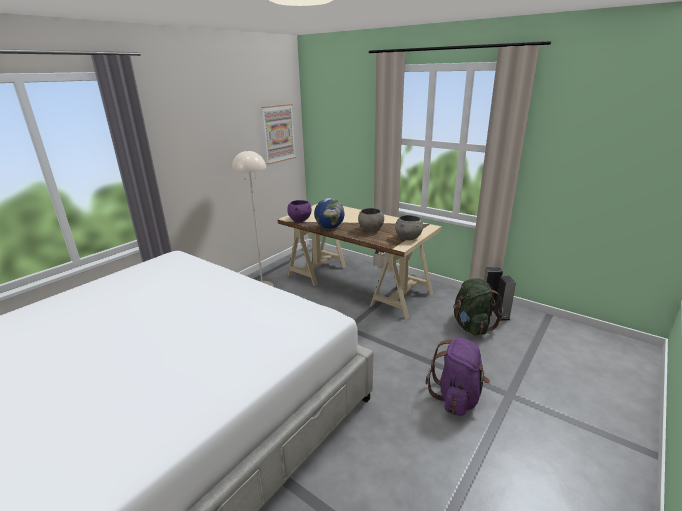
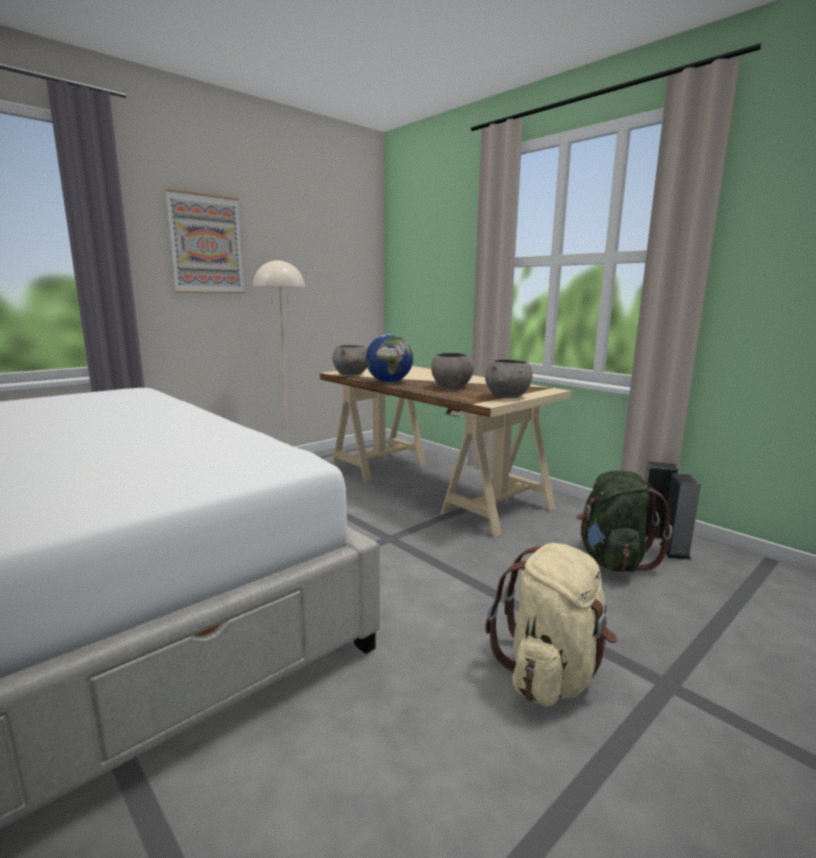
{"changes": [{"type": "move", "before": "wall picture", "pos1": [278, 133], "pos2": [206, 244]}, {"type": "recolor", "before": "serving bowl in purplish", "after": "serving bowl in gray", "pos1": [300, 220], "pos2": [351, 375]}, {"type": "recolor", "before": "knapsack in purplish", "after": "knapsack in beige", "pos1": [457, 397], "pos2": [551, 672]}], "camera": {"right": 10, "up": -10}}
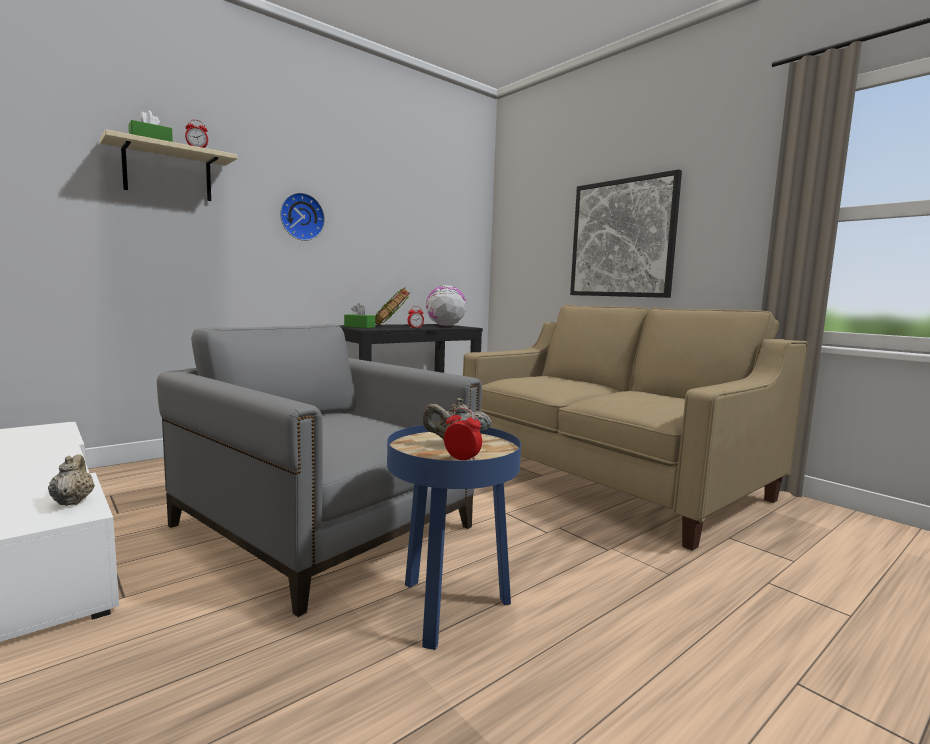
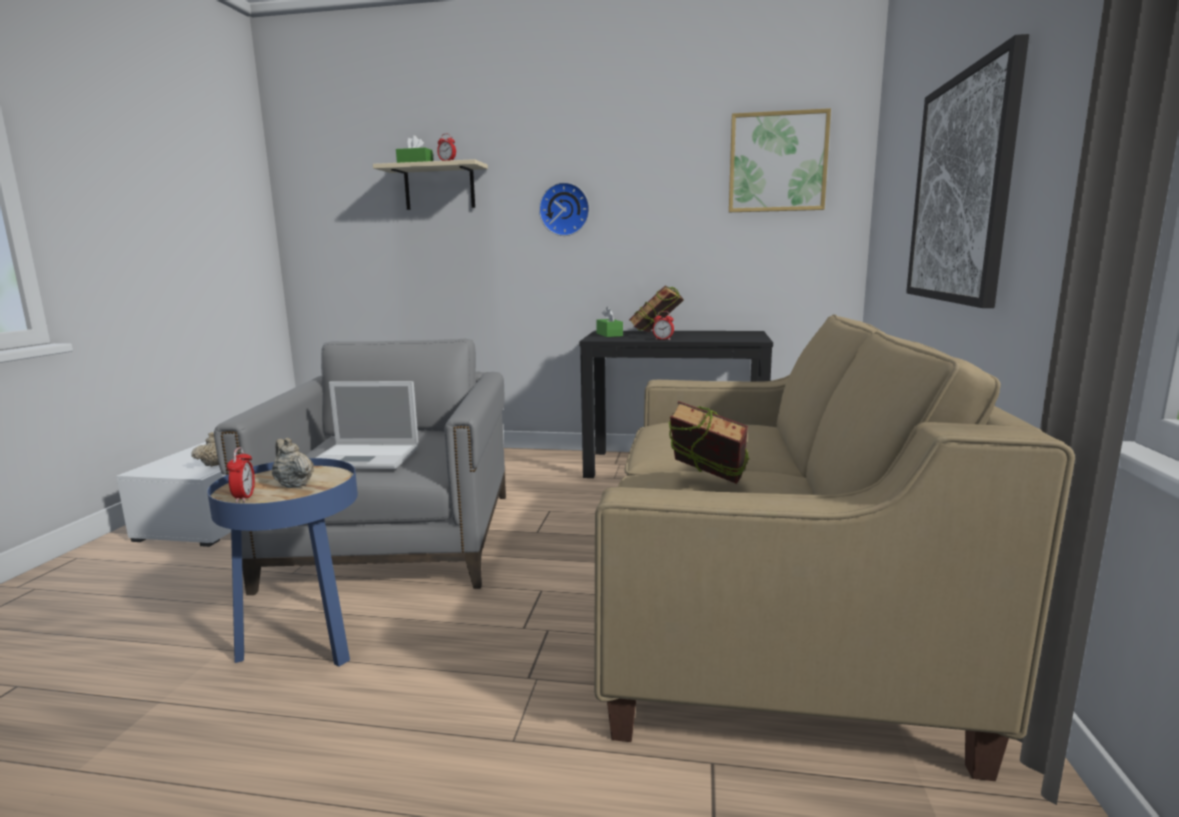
{"changes": [{"type": "delete", "before": "globe", "pos1": [445, 326]}, {"type": "insert", "after": "portable computer", "pos2": [367, 457]}, {"type": "insert", "after": "bound book", "pos2": [707, 489]}, {"type": "insert", "after": "wall picture", "pos2": [777, 162]}], "camera": {"right": 50, "up": 5}}
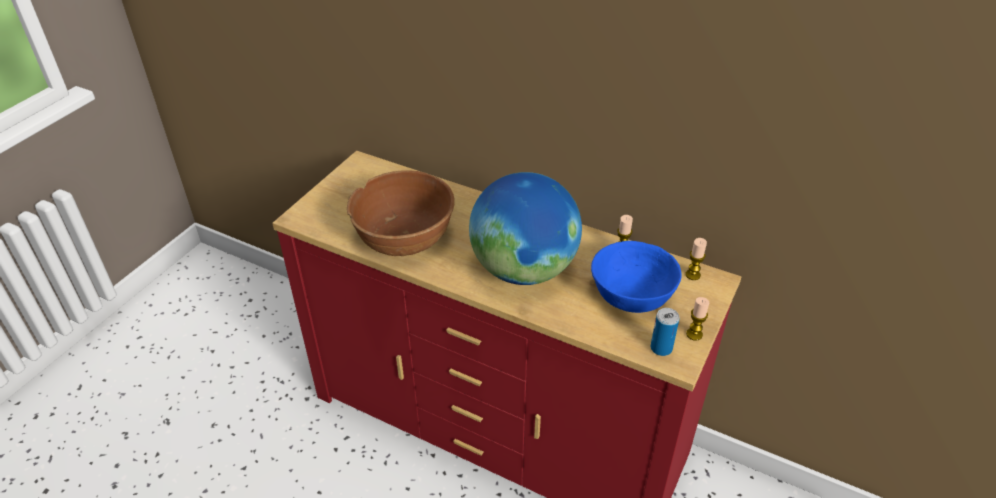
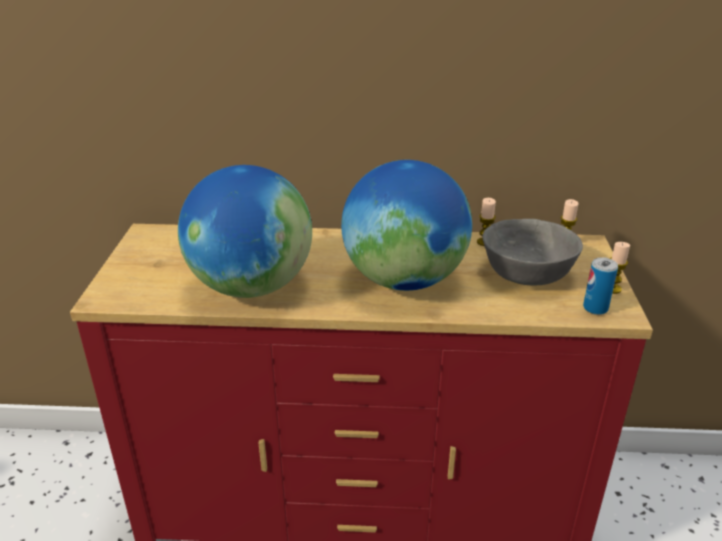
{"changes": [{"type": "replace", "before": "serving bowl in brownish", "after": "globe", "pos1": [404, 239], "pos2": [251, 286]}, {"type": "recolor", "before": "serving bowl in bluish", "after": "serving bowl in gray", "pos1": [631, 294], "pos2": [526, 273]}], "camera": {"right": -25, "up": -10}}
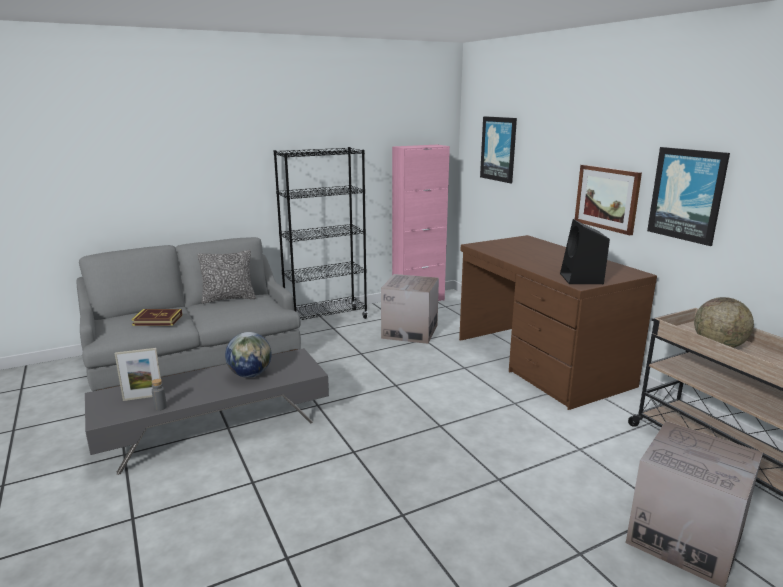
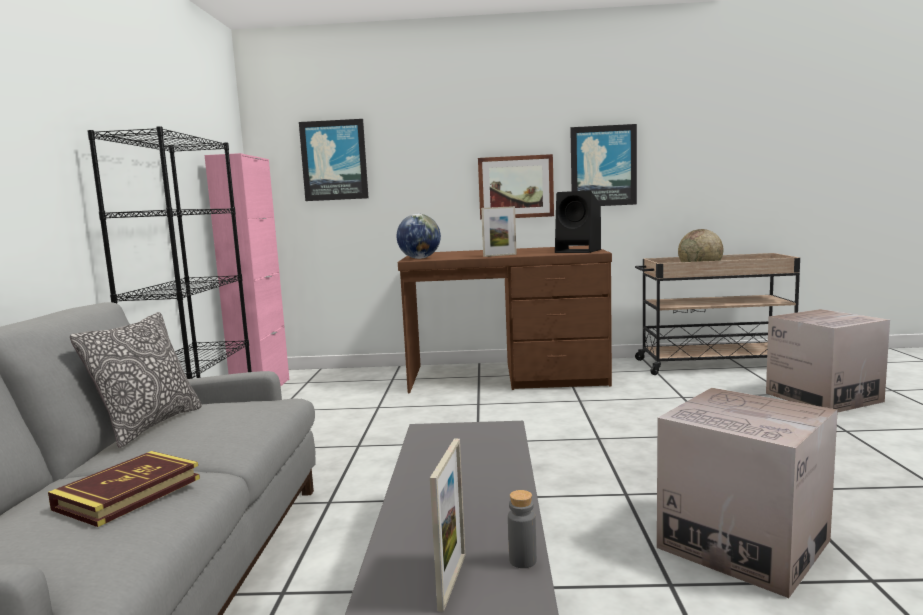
{"changes": [{"type": "insert", "after": "standing frame", "pos2": [500, 255]}, {"type": "move", "before": "globe", "pos1": [250, 374], "pos2": [419, 258]}, {"type": "move", "before": "carton", "pos1": [410, 331], "pos2": [743, 544]}], "camera": {"right": -60, "up": -10}}
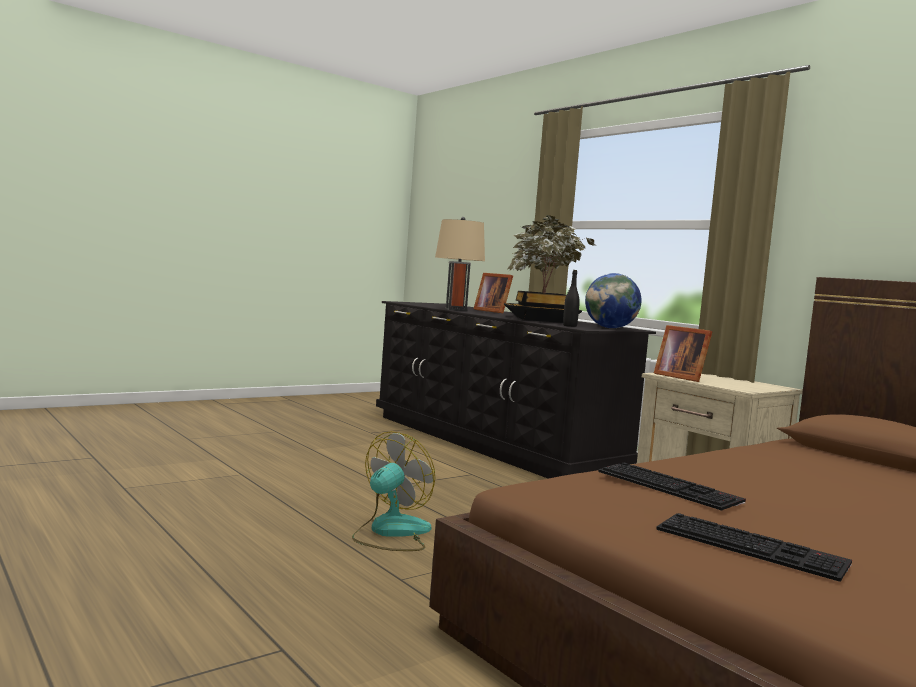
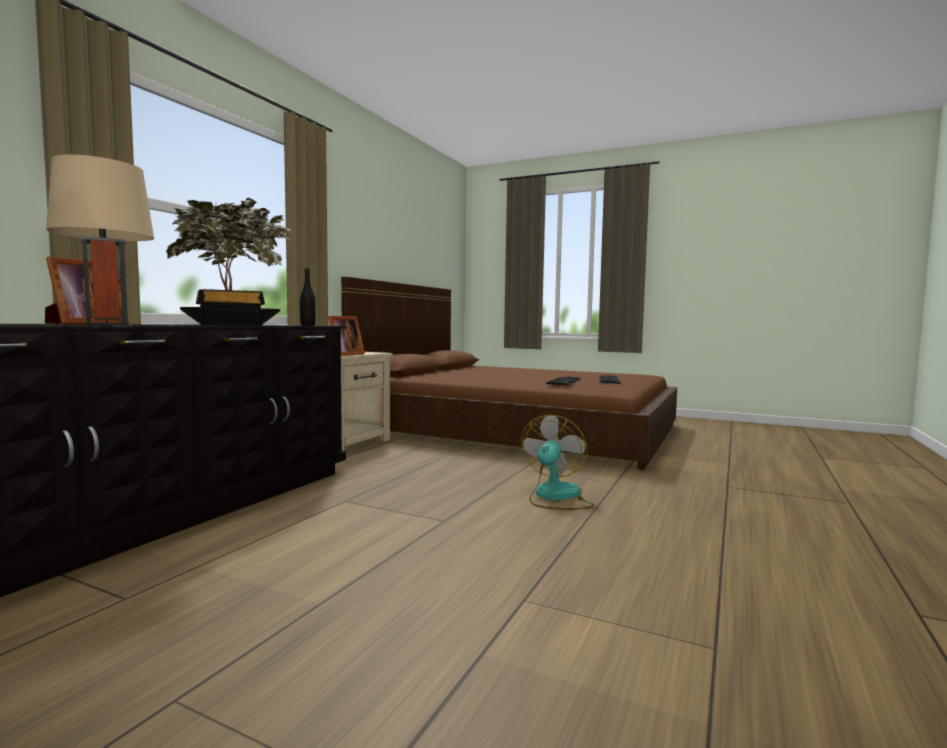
{"changes": [{"type": "delete", "before": "globe", "pos1": [610, 328]}, {"type": "rotate", "before": "fan", "pos1": [391, 533], "pos2": [555, 497], "turn": 105}], "camera": {"right": -115, "up": 0}}
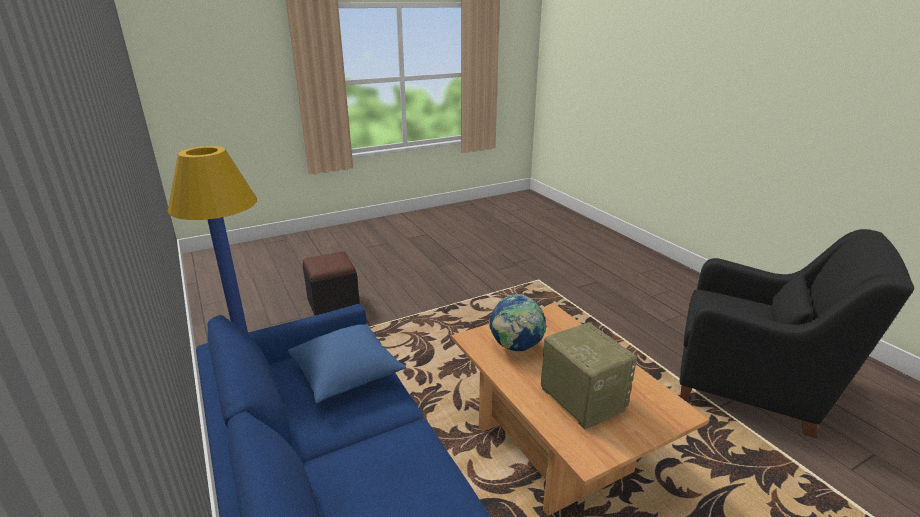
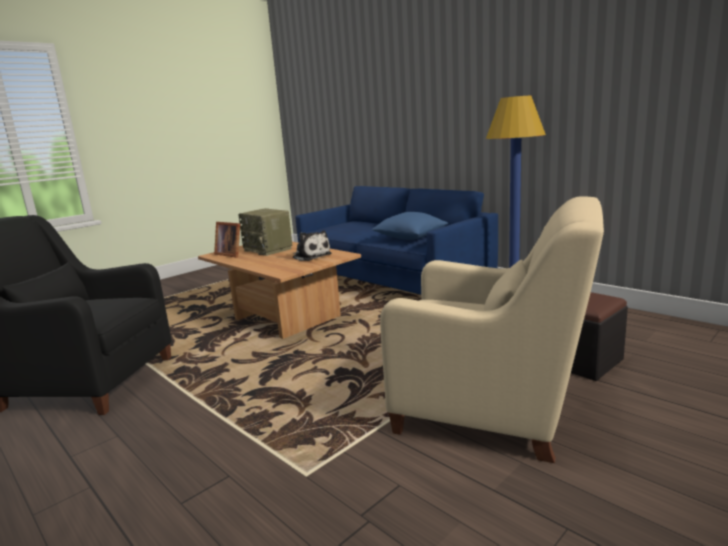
{"changes": [{"type": "insert", "after": "standing frame", "pos2": [230, 254]}, {"type": "insert", "after": "easy chair in beige", "pos2": [491, 408]}, {"type": "replace", "before": "globe", "after": "soft toy", "pos1": [515, 348], "pos2": [310, 256]}], "camera": {"right": 165, "up": -10}}
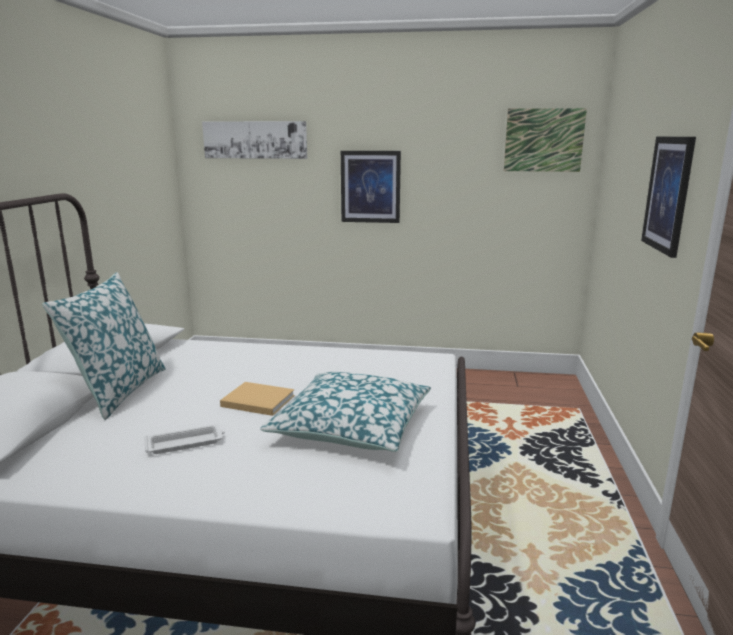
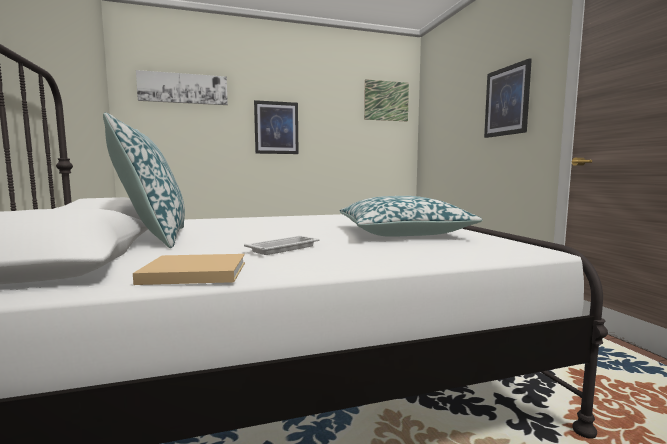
{"changes": [{"type": "move", "before": "bound book in beige", "pos1": [256, 400], "pos2": [191, 273]}], "camera": {"right": -25, "up": -10}}
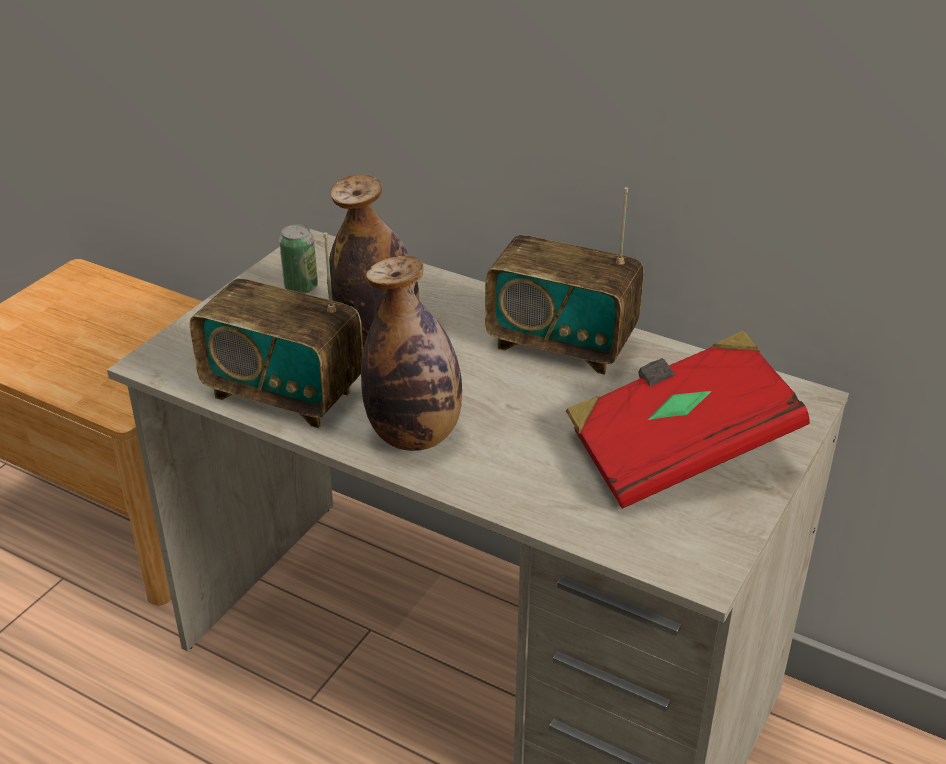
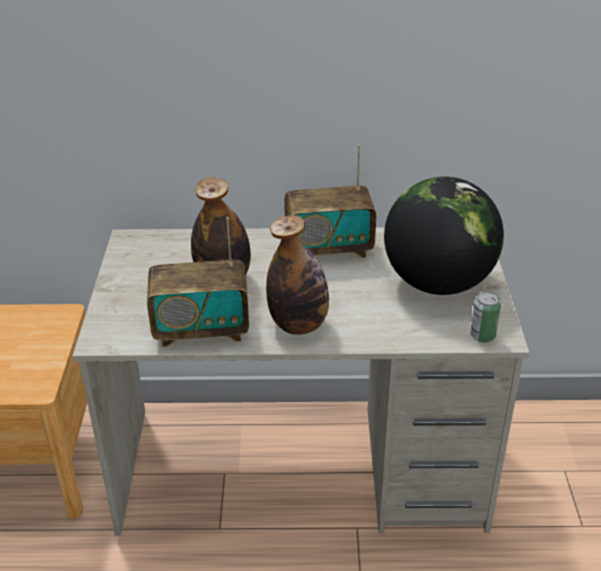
{"changes": [{"type": "move", "before": "sealed can", "pos1": [301, 287], "pos2": [482, 336]}, {"type": "replace", "before": "bound book in red", "after": "globe", "pos1": [678, 451], "pos2": [438, 283]}], "camera": {"right": -30, "up": 0}}
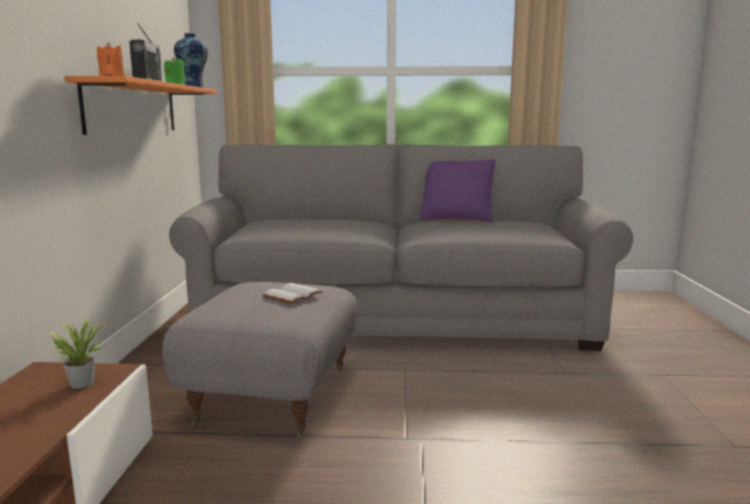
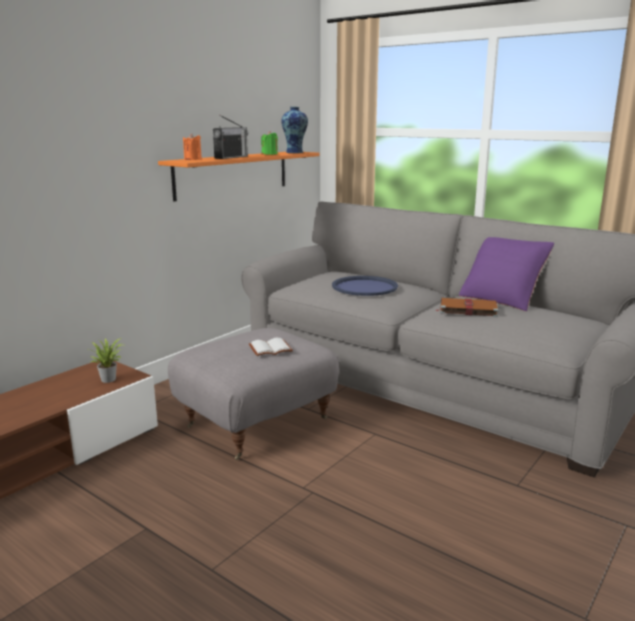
{"changes": [{"type": "insert", "after": "tray in bluish", "pos2": [364, 287]}, {"type": "insert", "after": "bound book in brownish", "pos2": [467, 309]}], "camera": {"right": 35, "up": 5}}
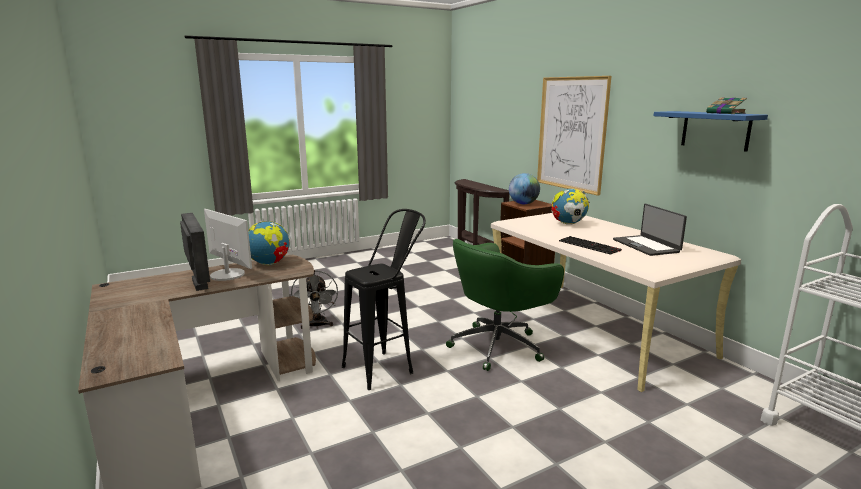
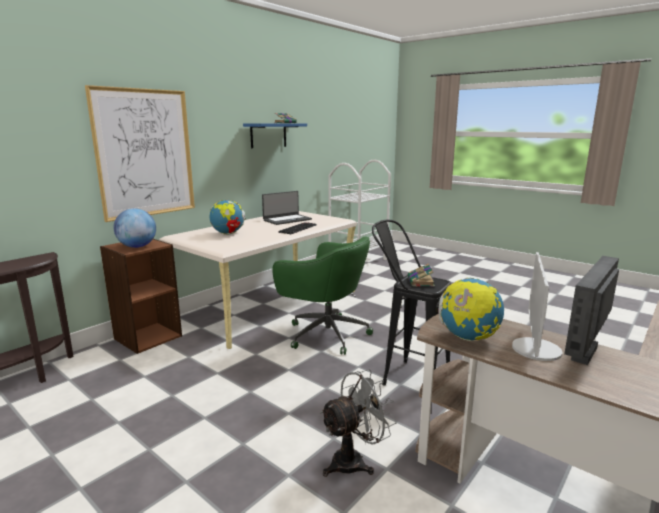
{"changes": [{"type": "insert", "after": "bound book", "pos2": [421, 282]}], "camera": {"right": -110, "up": 0}}
